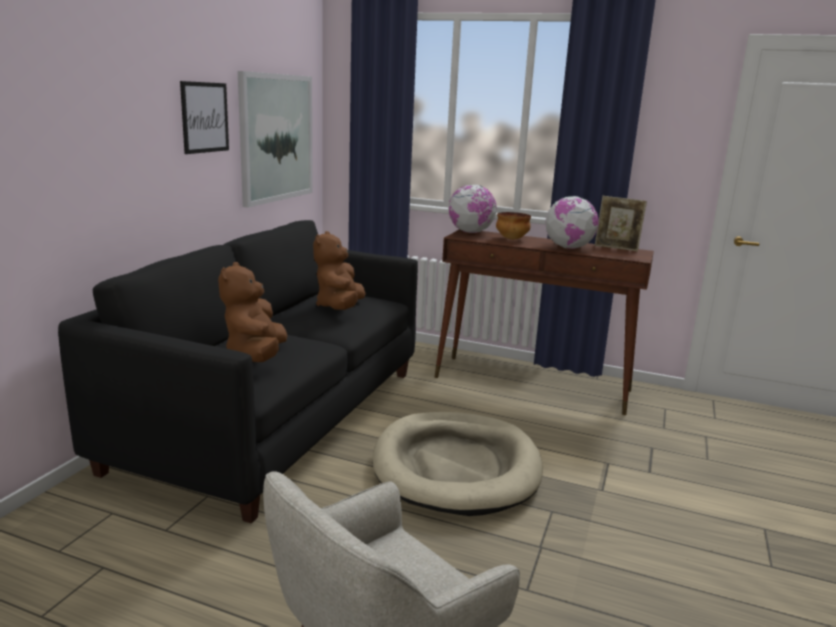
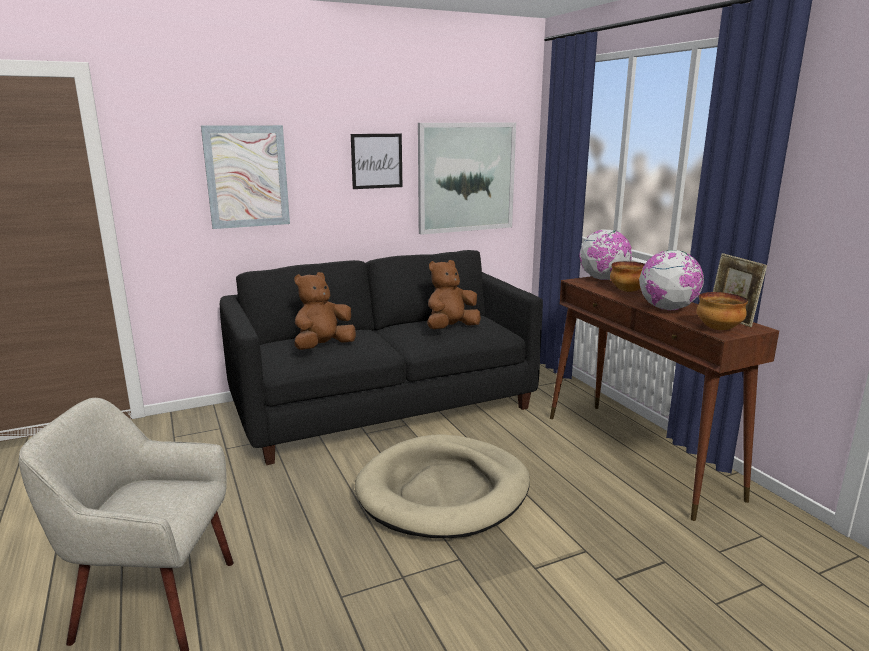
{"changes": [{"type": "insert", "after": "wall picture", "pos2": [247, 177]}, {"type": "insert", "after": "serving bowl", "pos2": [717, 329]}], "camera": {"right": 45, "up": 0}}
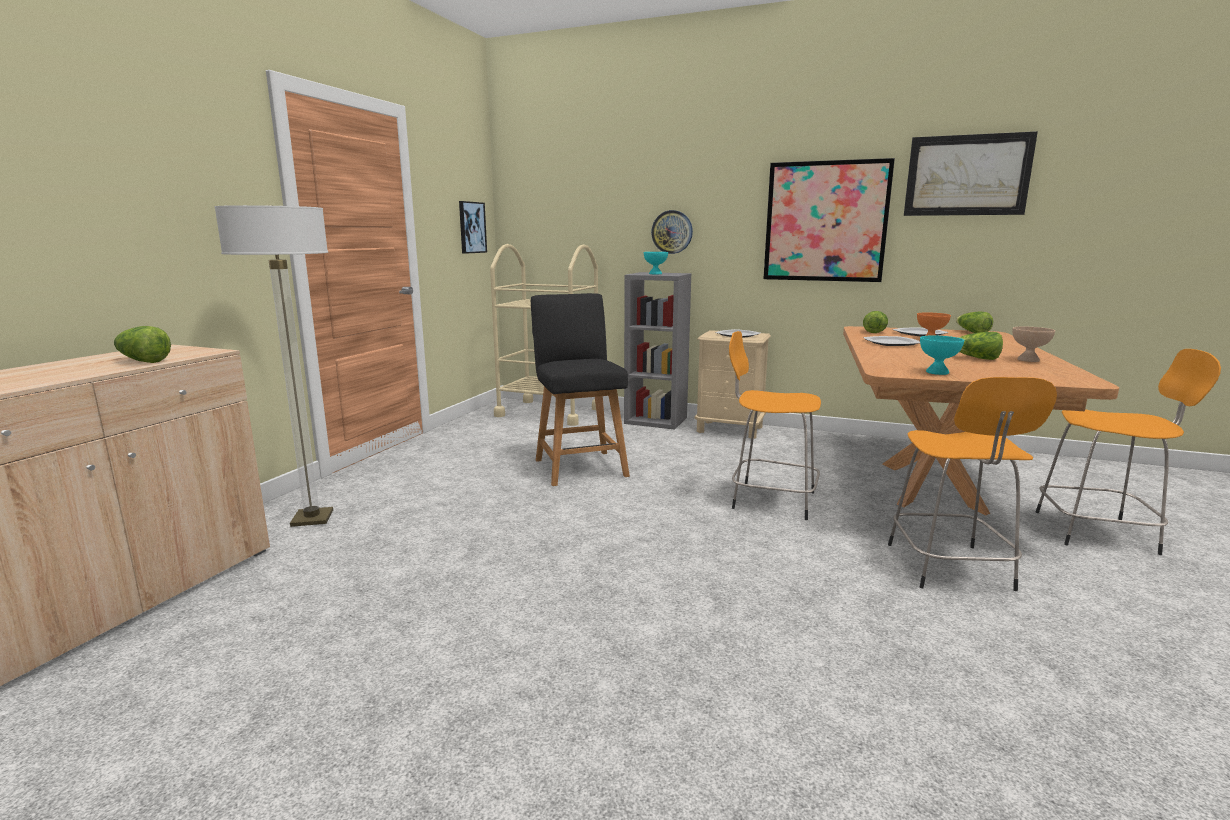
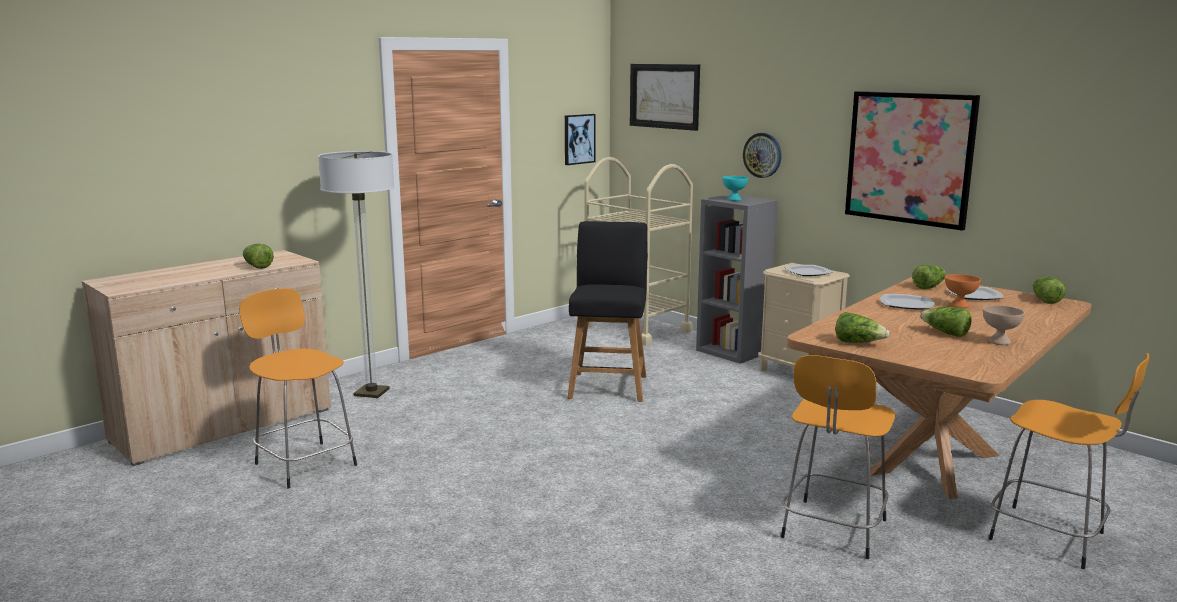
{"changes": [{"type": "move", "before": "stool seat in orangey", "pos1": [770, 499], "pos2": [304, 463]}, {"type": "move", "before": "wall picture", "pos1": [967, 175], "pos2": [664, 96]}, {"type": "replace", "before": "serving bowl in blue-green", "after": "head of lettuce", "pos1": [936, 372], "pos2": [858, 343]}], "camera": {"right": 25, "up": 0}}
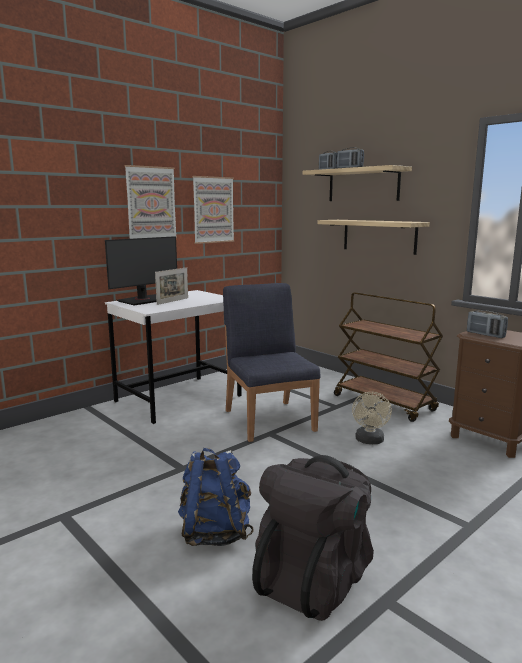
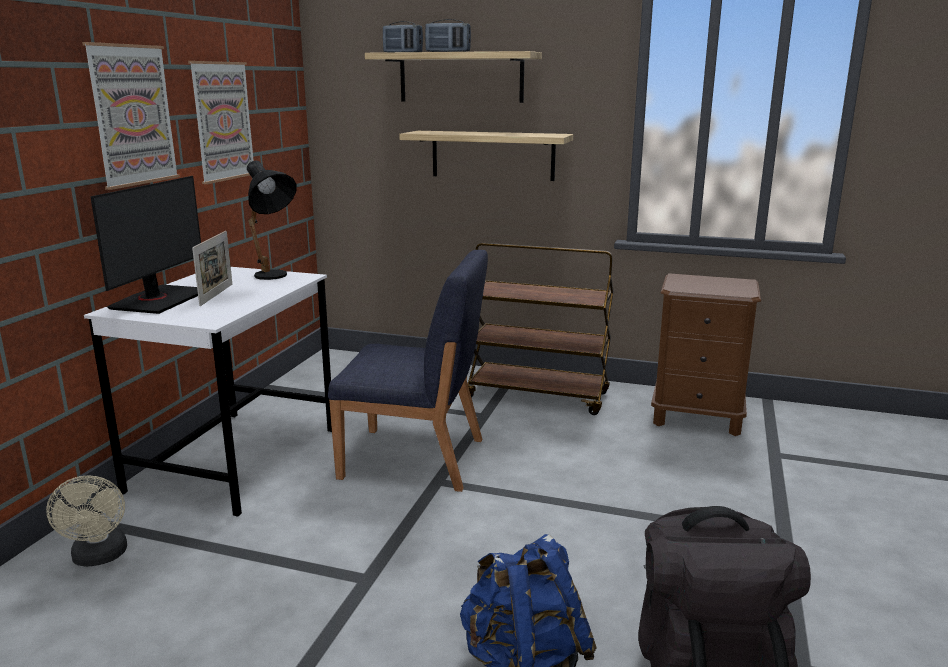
{"changes": [{"type": "delete", "before": "radio receiver", "pos1": [485, 335]}, {"type": "insert", "after": "tabletop lamp in black-coloured", "pos2": [274, 278]}, {"type": "move", "before": "fan in beige", "pos1": [369, 441], "pos2": [99, 557]}, {"type": "rotate", "before": "chair in bluish", "pos1": [269, 419], "pos2": [415, 459], "turn": 150}], "camera": {"right": -30, "up": 5}}
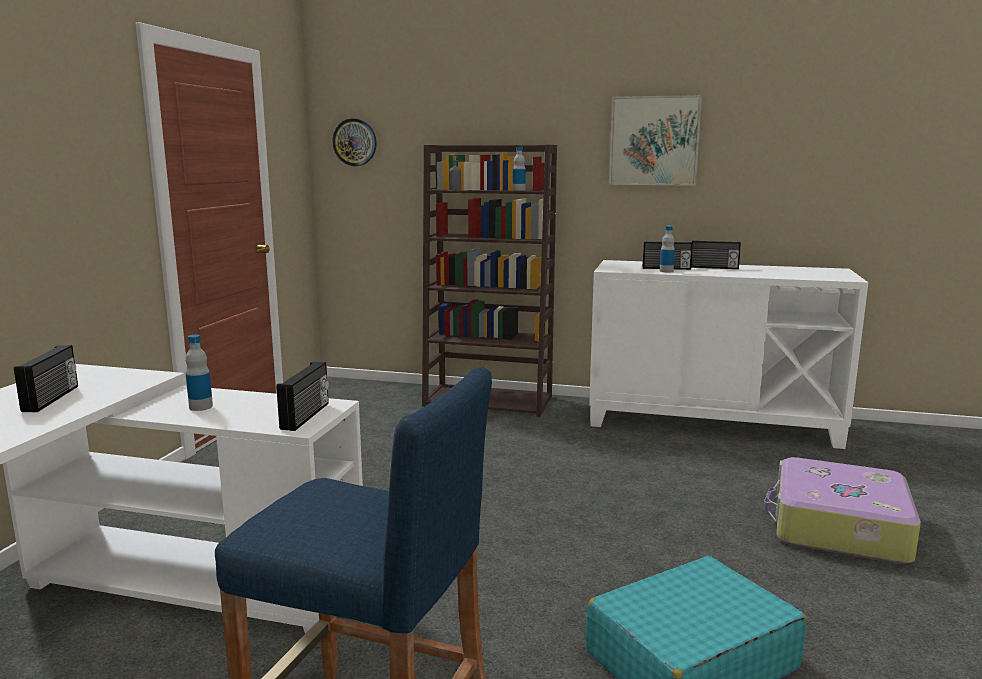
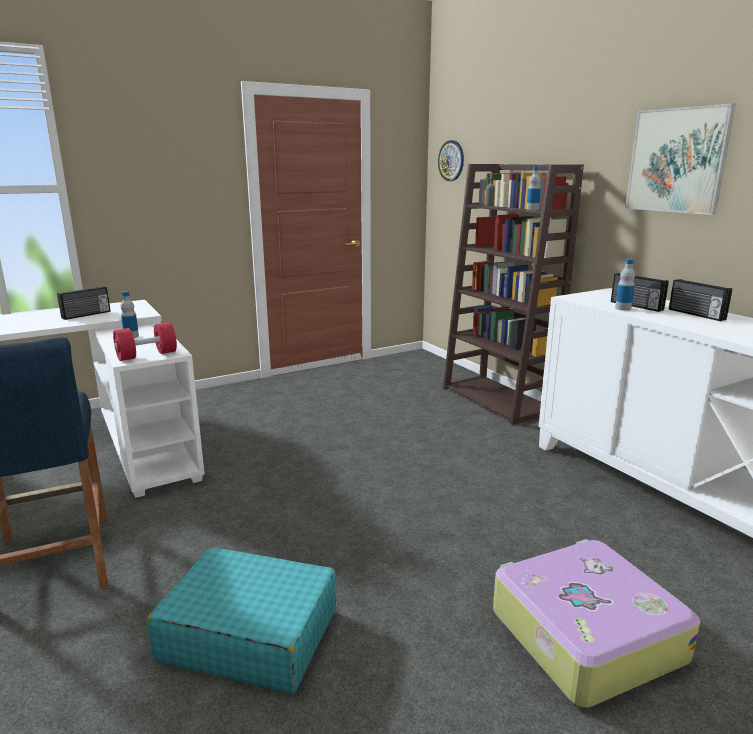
{"changes": [{"type": "replace", "before": "radio receiver", "after": "free weight in red", "pos1": [307, 416], "pos2": [147, 355]}], "camera": {"right": 45, "up": 5}}
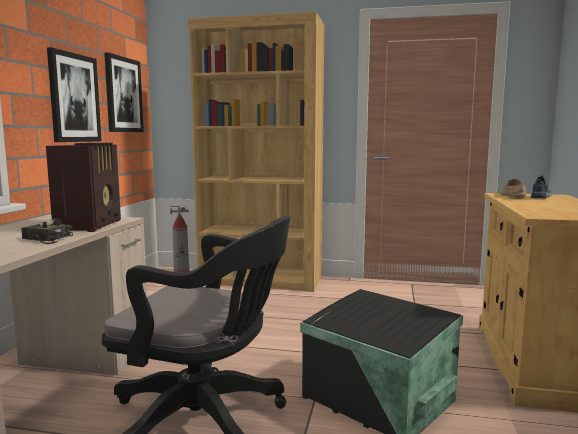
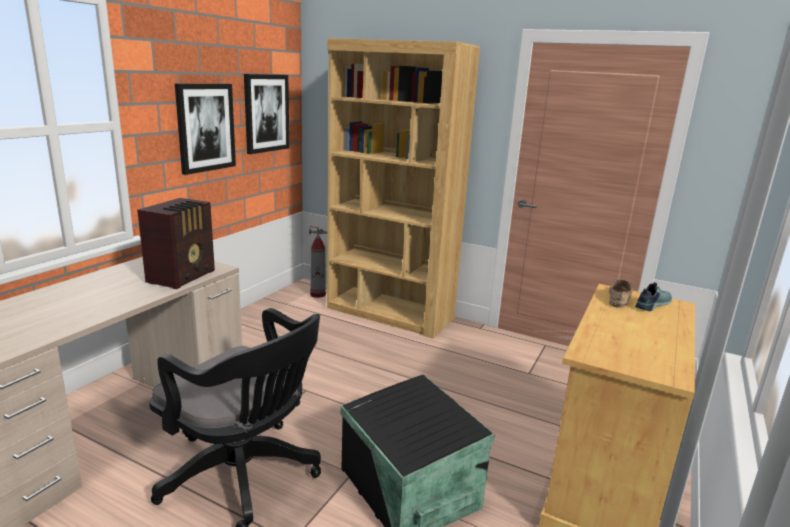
{"changes": [{"type": "delete", "before": "radio receiver", "pos1": [46, 239]}], "camera": {"right": 15, "up": 10}}
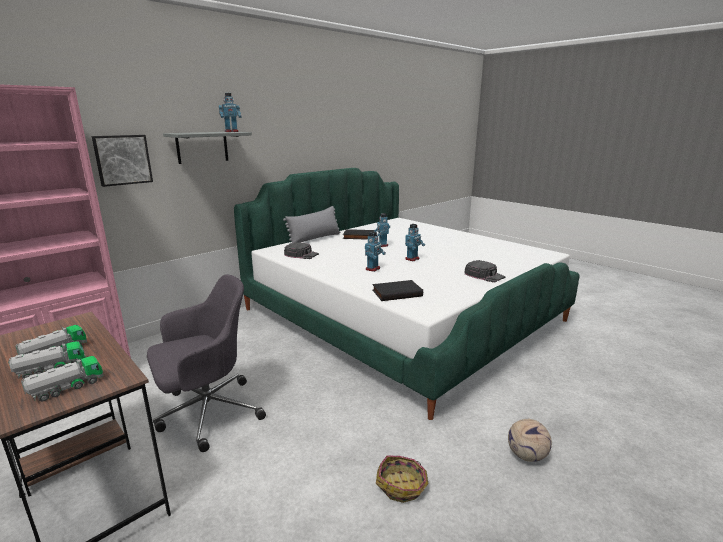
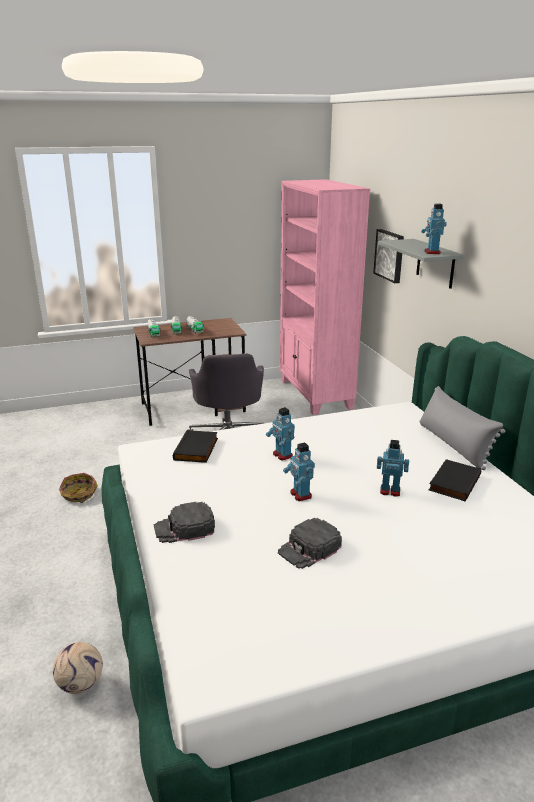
{"changes": [{"type": "move", "before": "peaked cap in black-coloured", "pos1": [301, 254], "pos2": [309, 548]}, {"type": "move", "before": "ball for football", "pos1": [526, 455], "pos2": [81, 683]}], "camera": {"right": 115, "up": 5}}
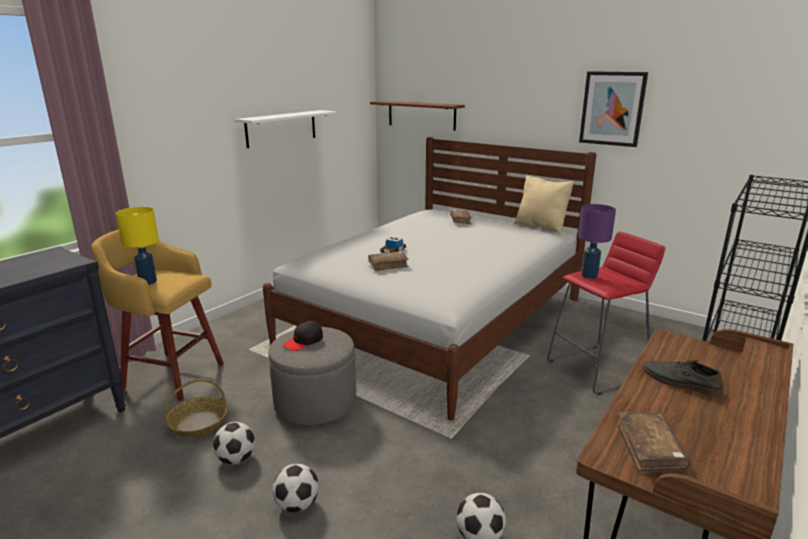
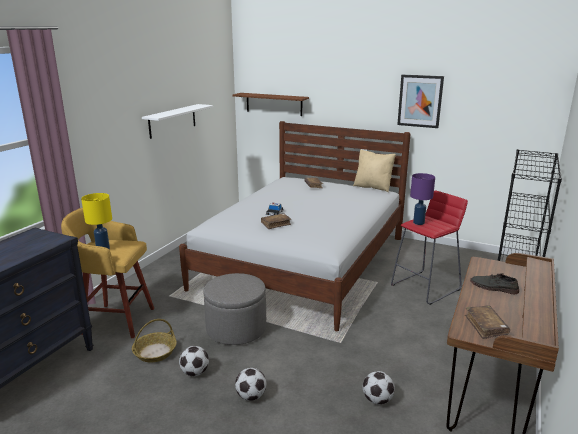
{"changes": [{"type": "delete", "before": "peaked cap in black-coloured", "pos1": [304, 341]}], "camera": {"right": -10, "up": 0}}
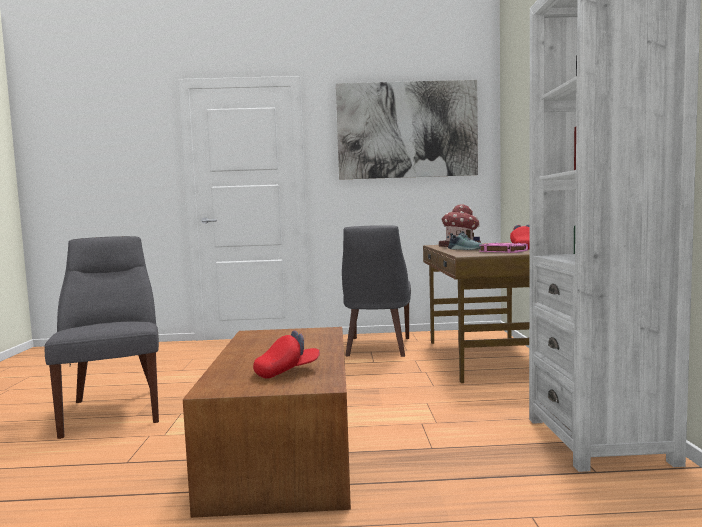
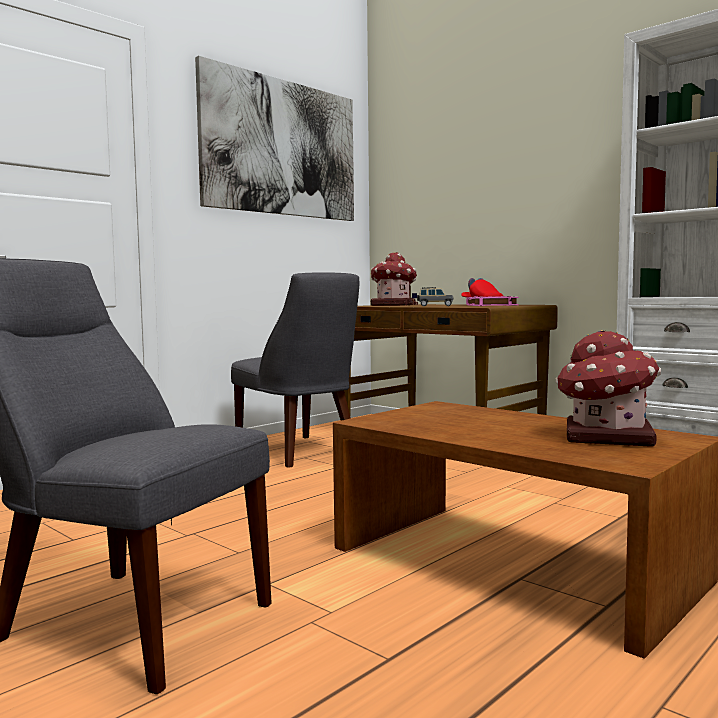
{"changes": [{"type": "replace", "before": "peaked cap in red", "after": "toy house", "pos1": [287, 372], "pos2": [606, 437]}, {"type": "replace", "before": "shoe", "after": "miniature car in gray", "pos1": [466, 249], "pos2": [435, 306]}], "camera": {"right": -45, "up": 0}}
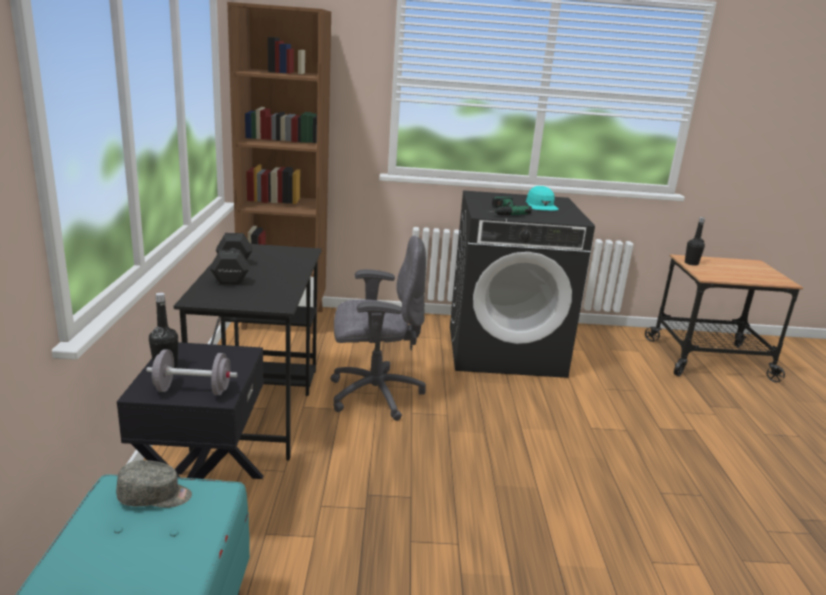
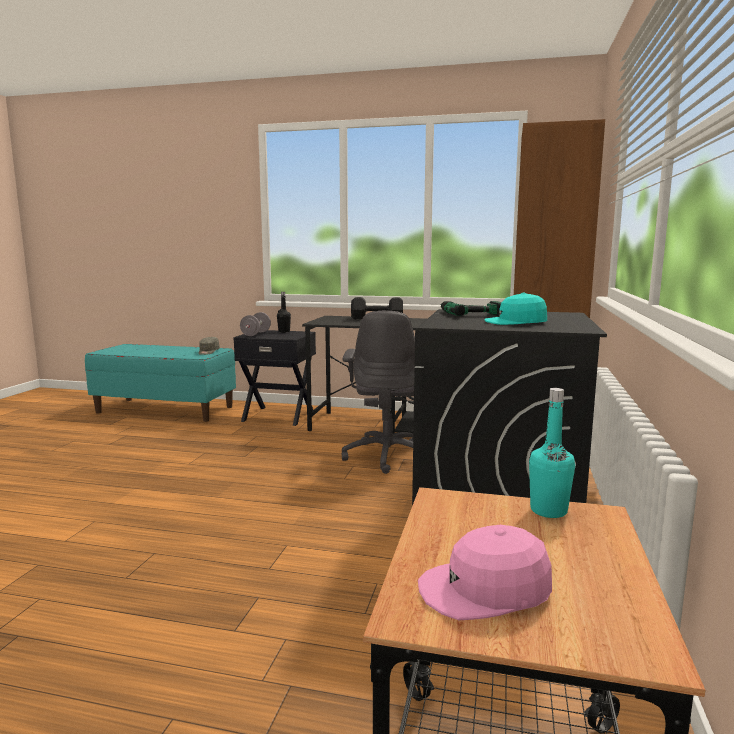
{"changes": [{"type": "insert", "after": "peaked cap in pinkish", "pos2": [485, 590]}, {"type": "recolor", "before": "bottle in black-coloured", "after": "bottle in blue-green", "pos1": [691, 263], "pos2": [548, 511]}], "camera": {"right": 105, "up": -10}}
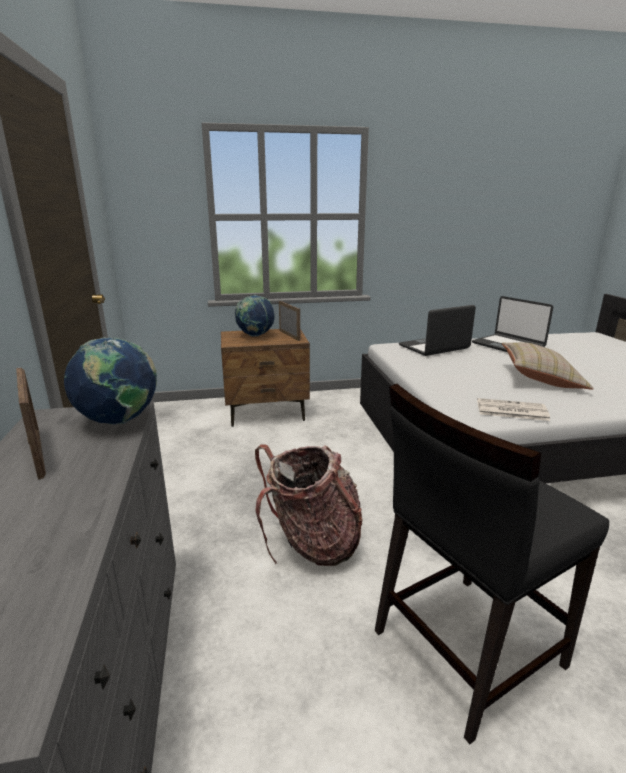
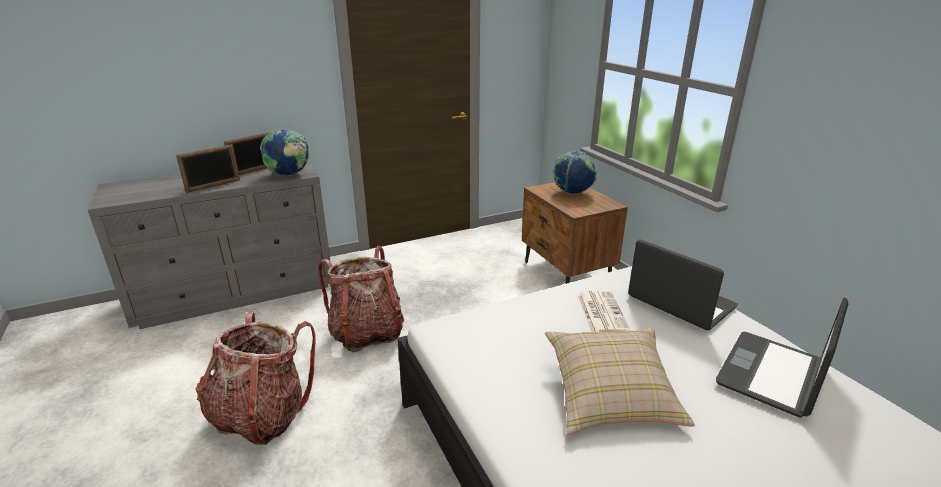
{"changes": [{"type": "move", "before": "standing frame", "pos1": [289, 335], "pos2": [213, 186]}, {"type": "move", "before": "printed paper", "pos1": [510, 410], "pos2": [601, 312]}, {"type": "replace", "before": "chair in black-coloured", "after": "knapsack", "pos1": [465, 647], "pos2": [262, 415]}], "camera": {"right": 75, "up": 5}}
